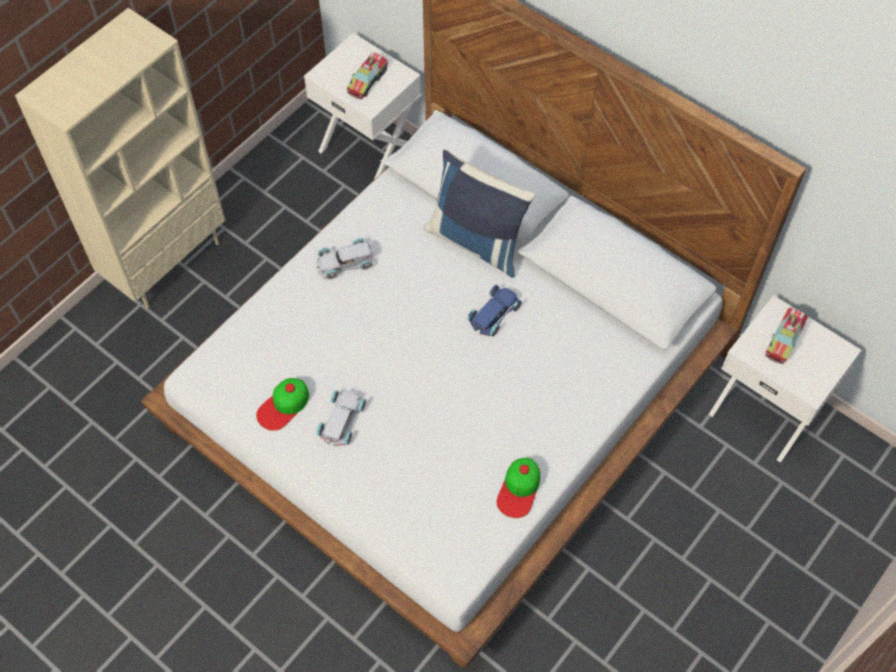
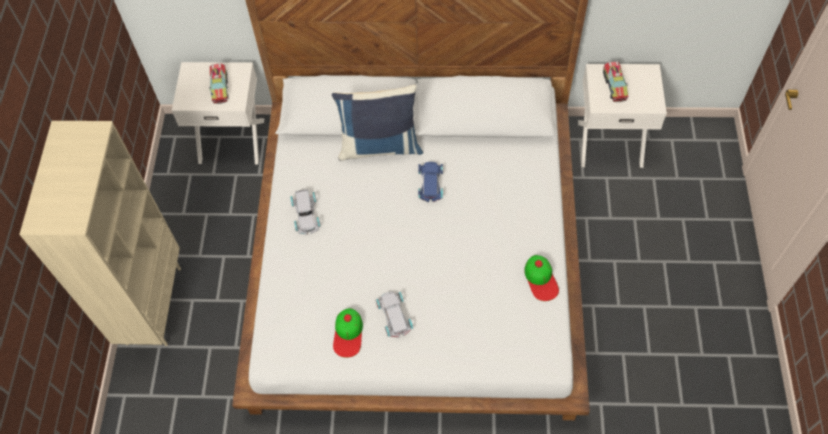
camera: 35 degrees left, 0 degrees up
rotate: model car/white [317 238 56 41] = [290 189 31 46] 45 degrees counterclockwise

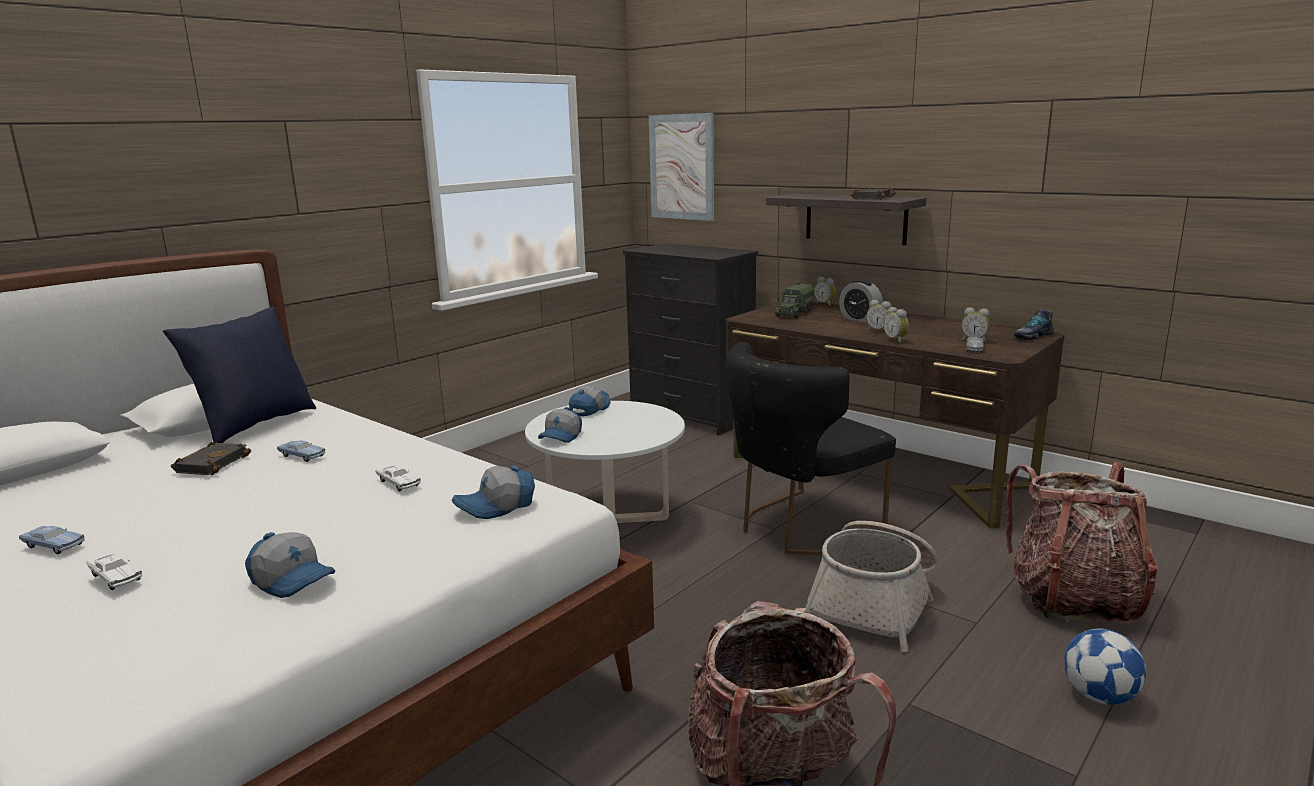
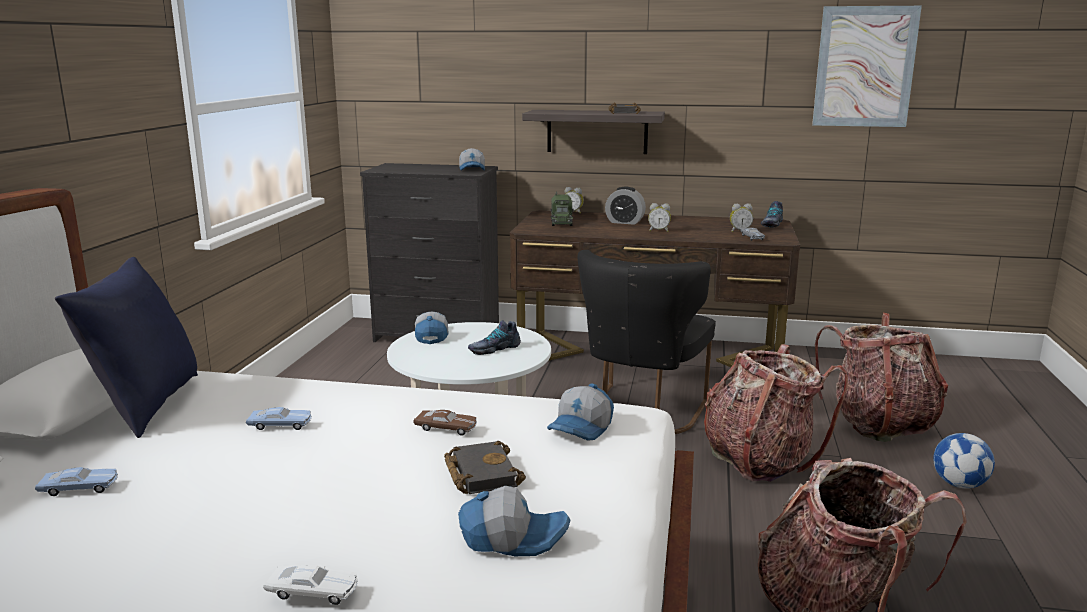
camera: 30 degrees left, 0 degrees up
delete: alarm clock [884 307 25 36]
insert: shoe [468 320 53 35]
move: model car/blue-coloured [19 526 66 28] to [35 467 83 29]; volume/black [171 442 80 33] to [444 441 82 53]; cap [538 407 44 35] to [459 148 26 23]; wall art [649 113 65 108] to [812 6 110 121]
replace: storage basket [805 521 132 131] to backpack [704 344 144 138]
recolor: model car/white [376 464 45 28] to model car/brownish [413 410 64 26]

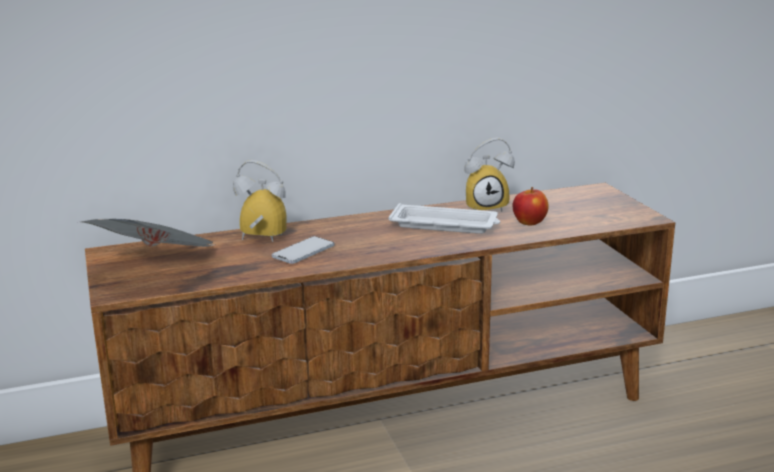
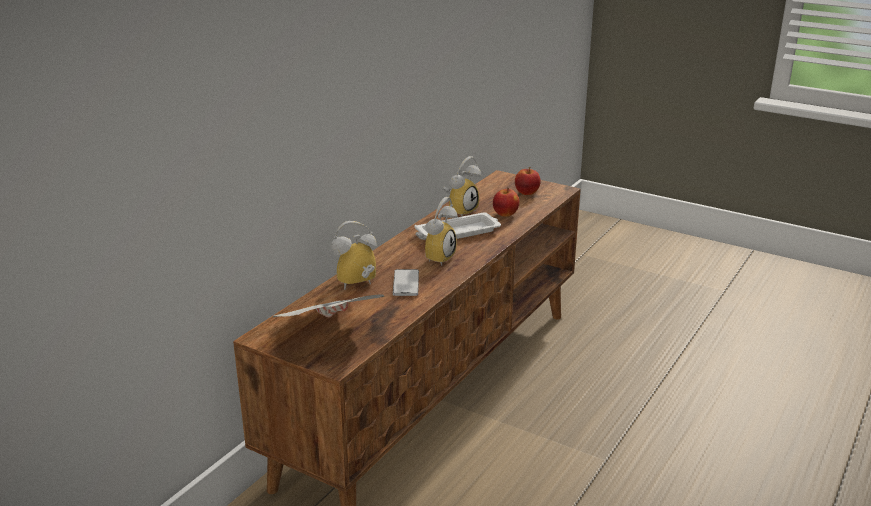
camera: 40 degrees left, 5 degrees up
insert: alarm clock [415 197 43 69]; whole apple [515 167 26 28]

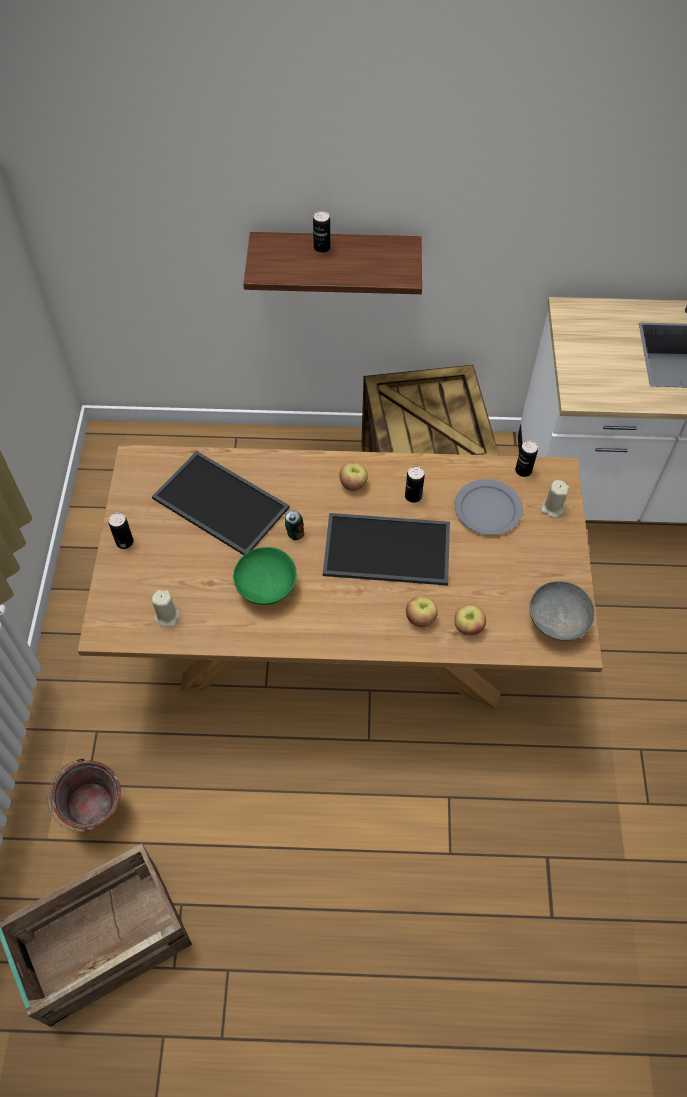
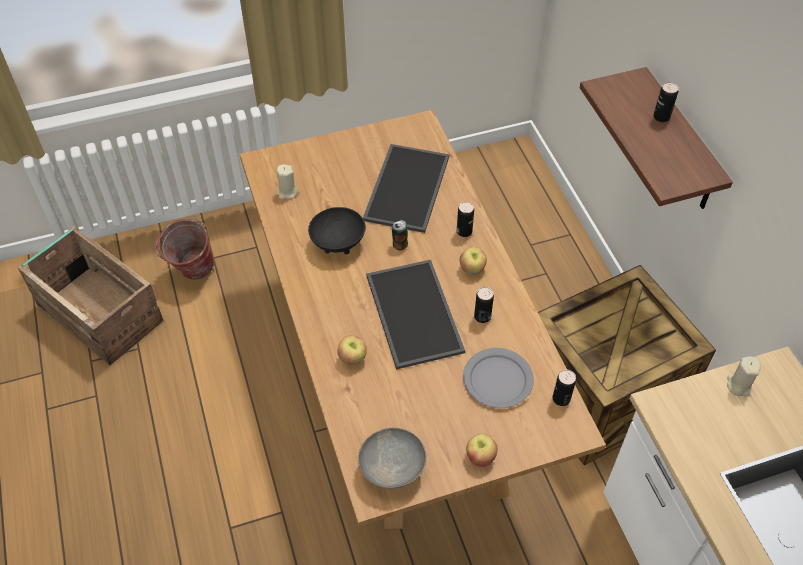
camera: 70 degrees right, 5 degrees down
move: can [108 512 25 37] to [457 202 17 35]; whole apple [454 604 32 32] to [466 433 32 34]; wax light/sand-coloured [541 480 28 38] to [727 356 34 40]
recolor: deep dish/green [233 547 63 58] to deep dish/black [308 207 58 48]

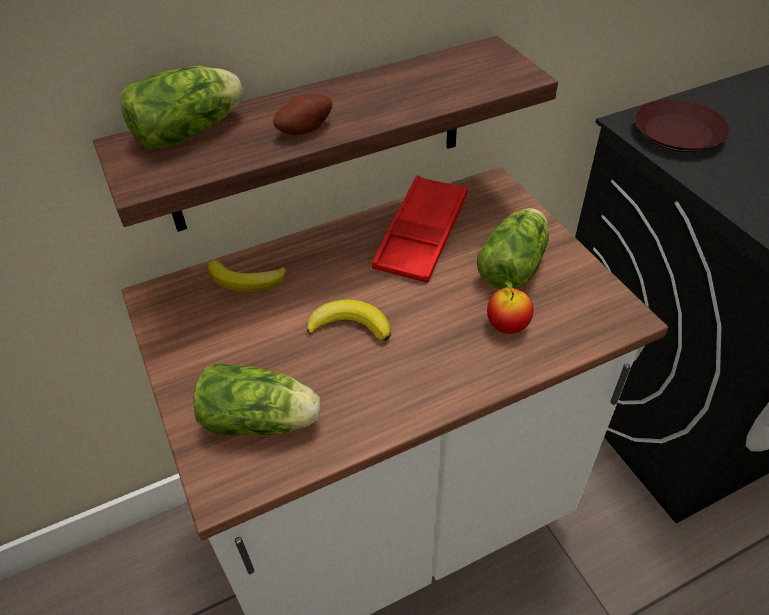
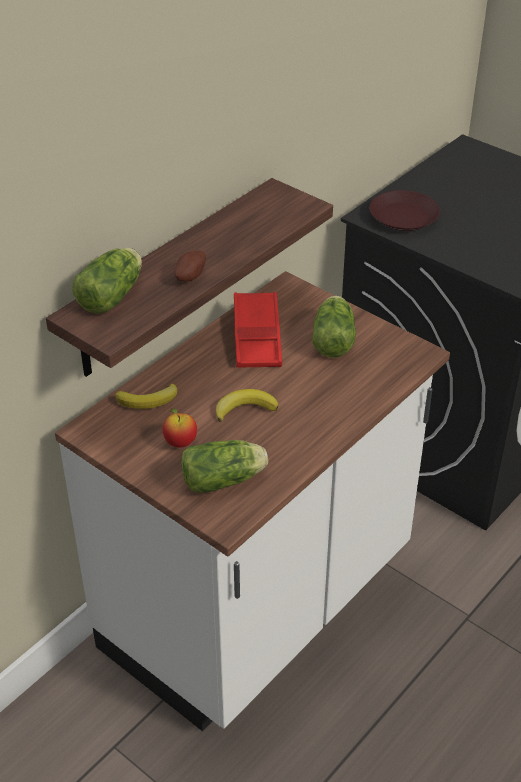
camera: 25 degrees left, 5 degrees down
move: whole apple [487 280 46 54] to [163 408 34 40]

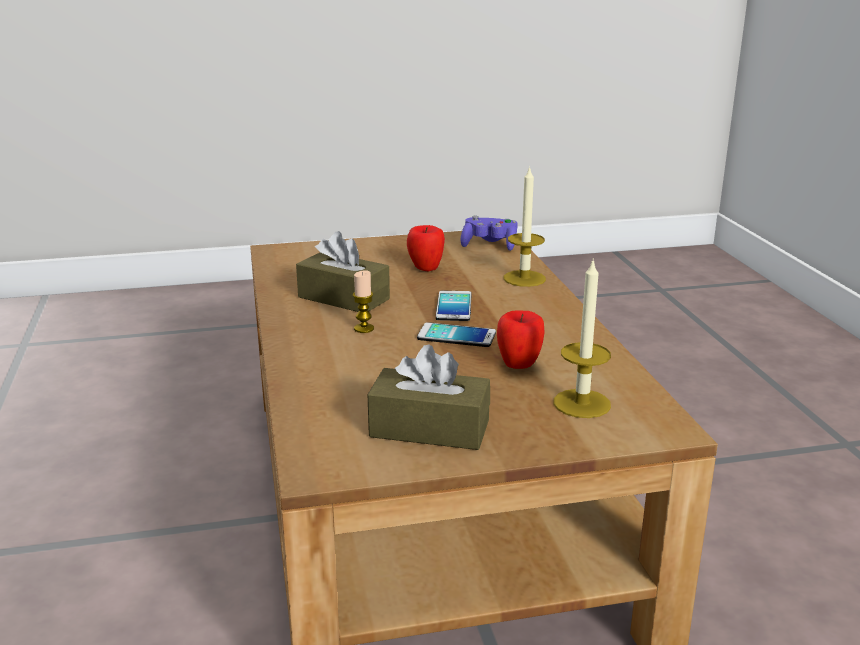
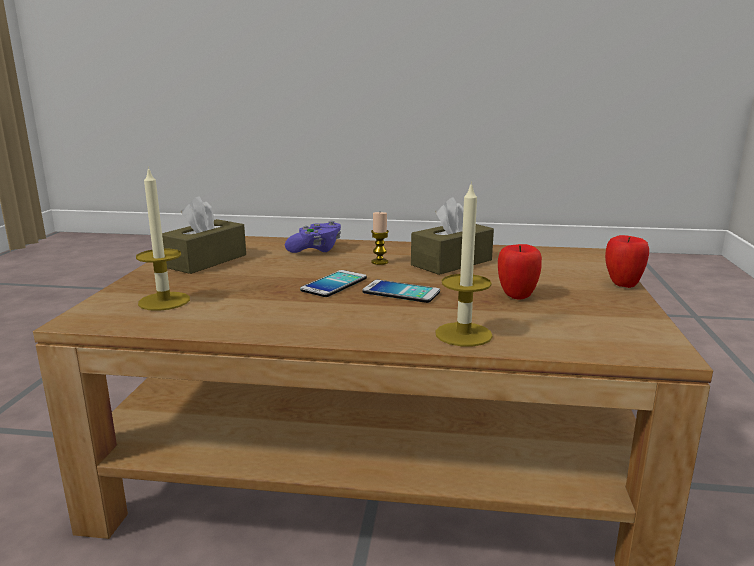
camera: 110 degrees right, 5 degrees down
move: gamepad/purple [461 216 57 35] to [285 221 56 32]; whole apple [497 310 48 59] to [605 235 44 53]

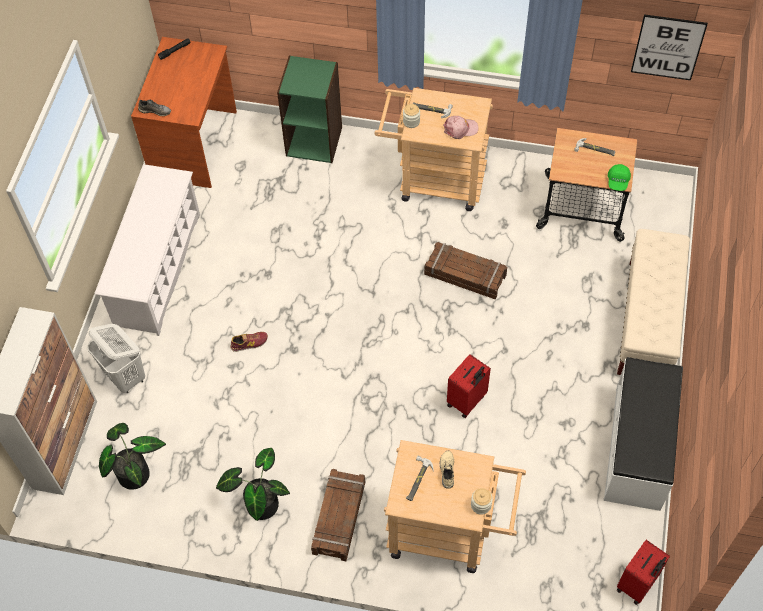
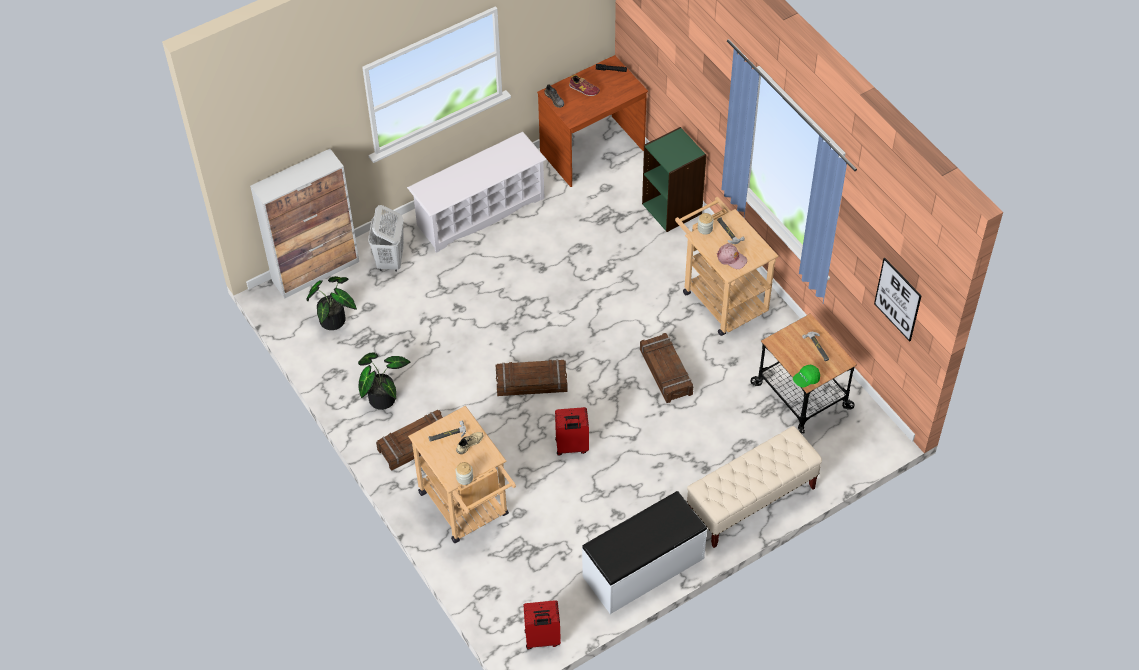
camera: 45 degrees right, 5 degrees down
insert: crate [495 359 73 37]
move: shoe [230 332 38 20] to [569 75 31 21]

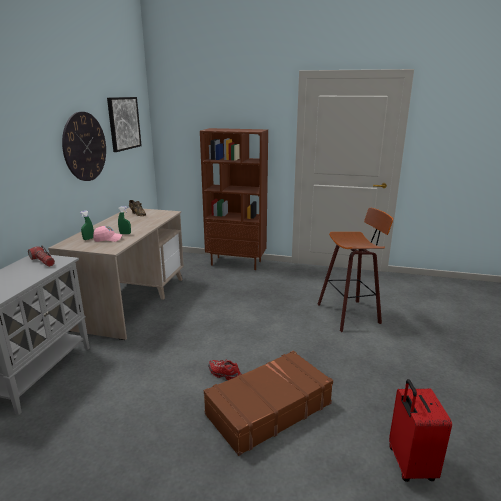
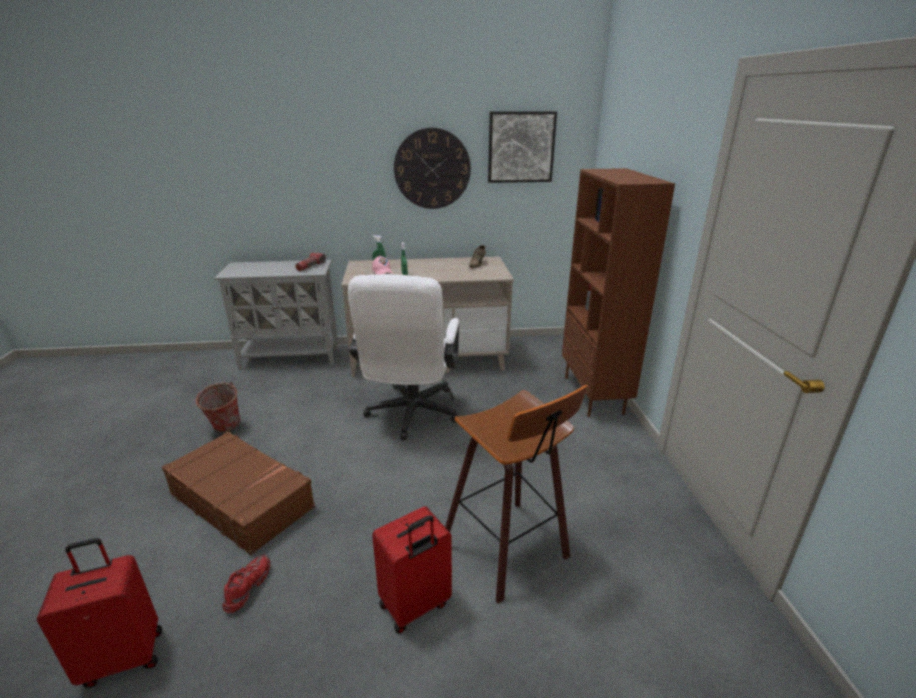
camera: 70 degrees right, 5 degrees up
insert: pail [194 382 46 50]; desk chair/white [348 274 111 166]; travel case/red-coloured [372 506 80 128]
move: shoe/red-coloured [208 360 34 20] to [222 555 48 59]

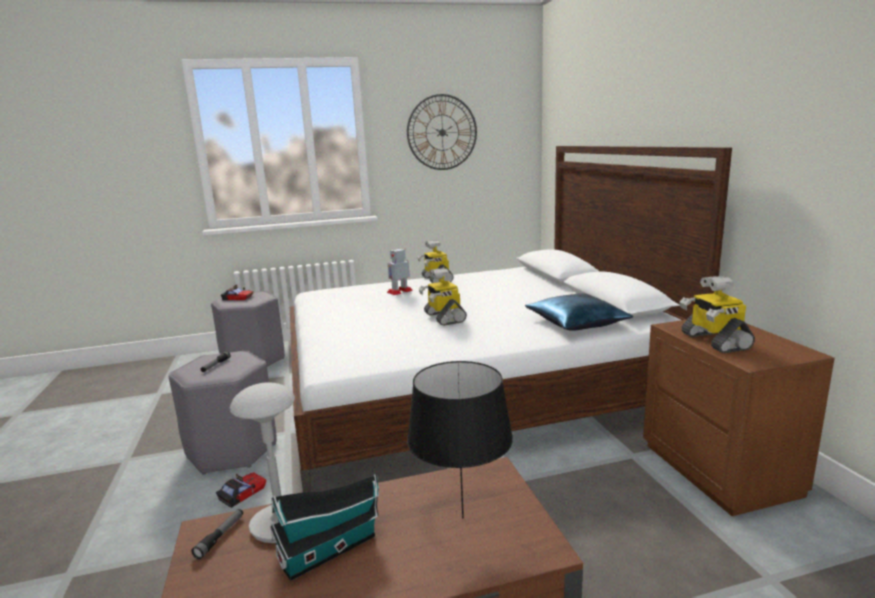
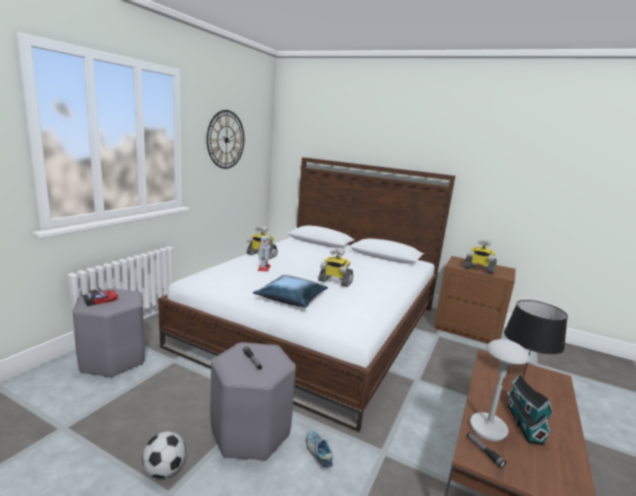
camera: 50 degrees left, 0 degrees up
insert: ball for football [142 431 44 47]
move: cushion/blue-coloured [525 293 108 38] to [253 275 75 32]
replace: model car [216 472 50 36] to shoe [306 430 27 40]

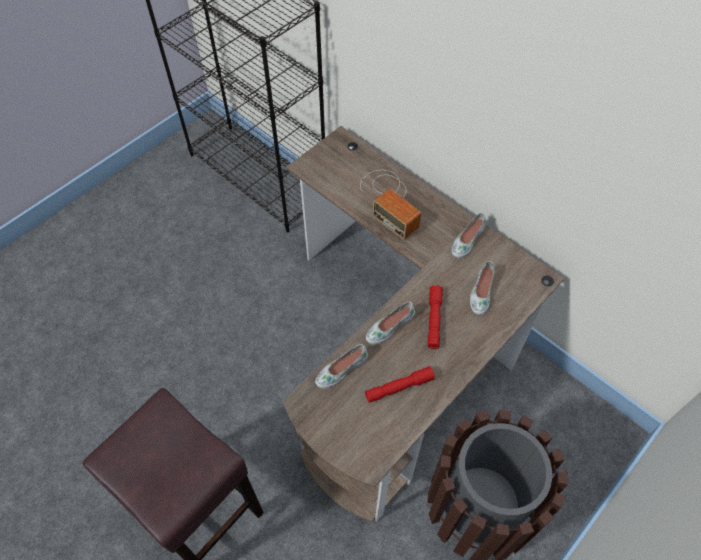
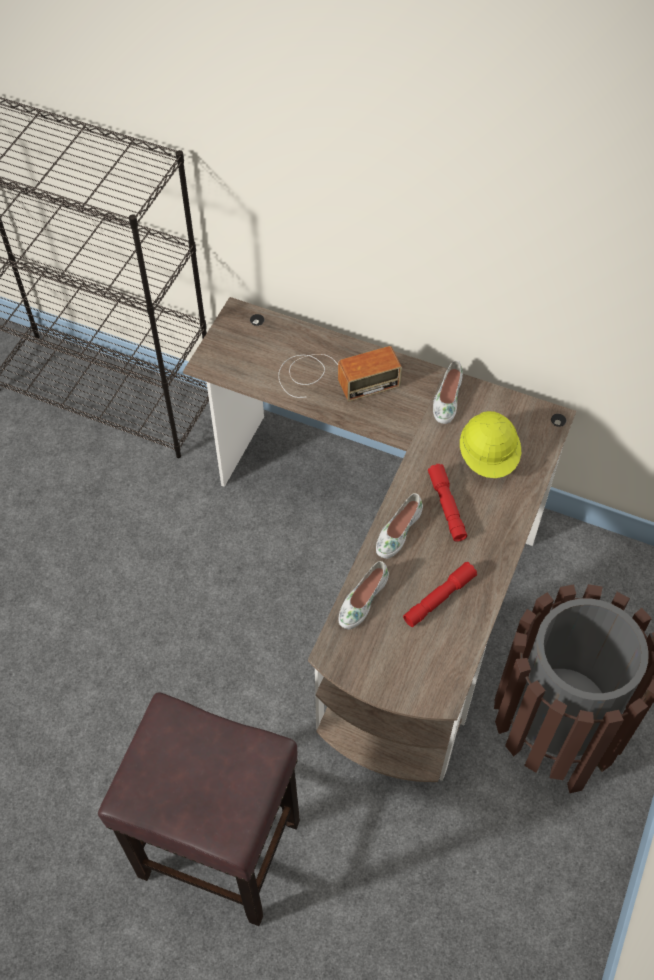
camera: 20 degrees left, 0 degrees up
replace: shoe/white [470 261 25 54] to work helmet/yellowish [460 411 61 67]
rotate: radio [360 170 61 70] = [278 346 124 56] 45 degrees counterclockwise

